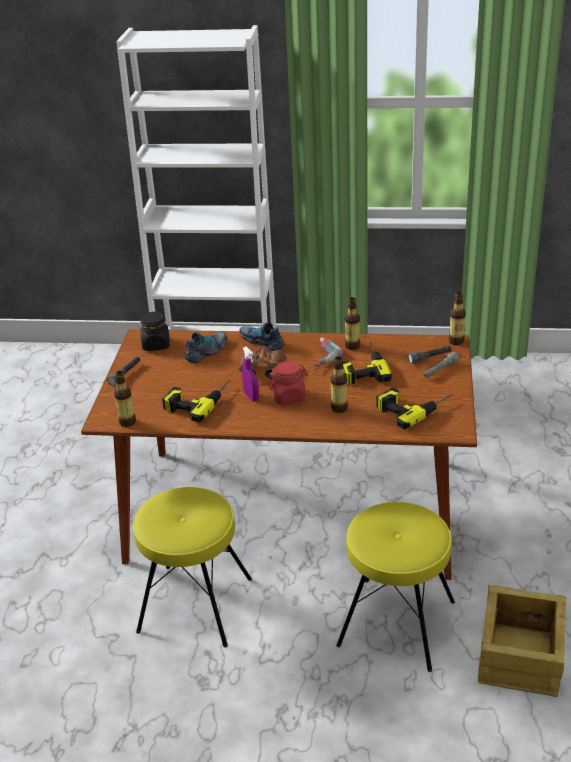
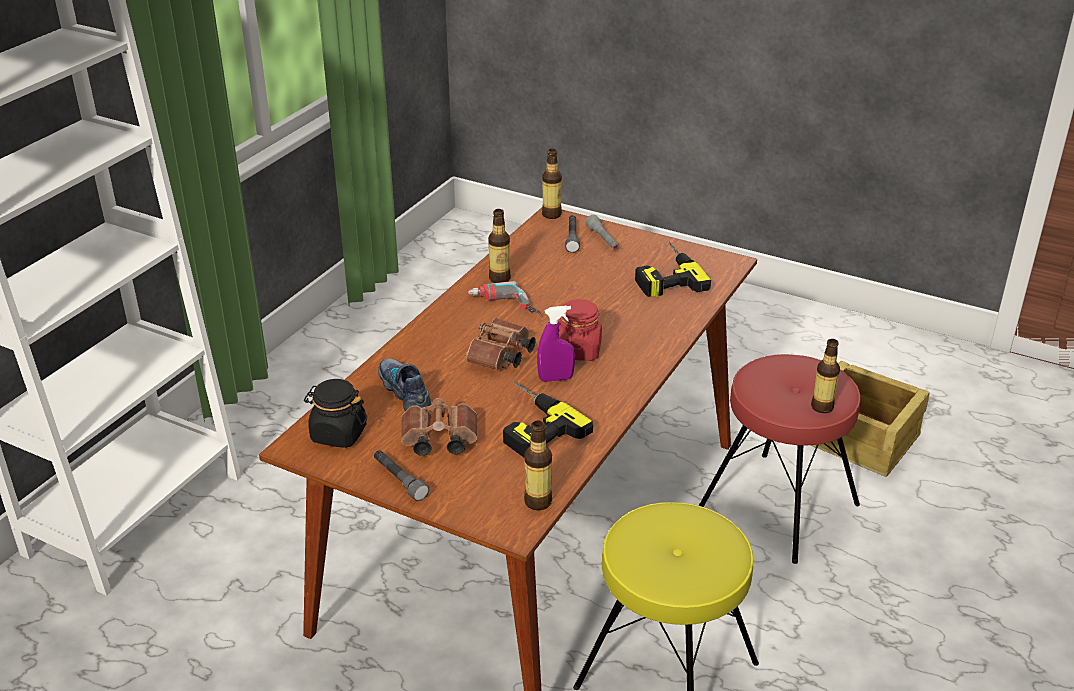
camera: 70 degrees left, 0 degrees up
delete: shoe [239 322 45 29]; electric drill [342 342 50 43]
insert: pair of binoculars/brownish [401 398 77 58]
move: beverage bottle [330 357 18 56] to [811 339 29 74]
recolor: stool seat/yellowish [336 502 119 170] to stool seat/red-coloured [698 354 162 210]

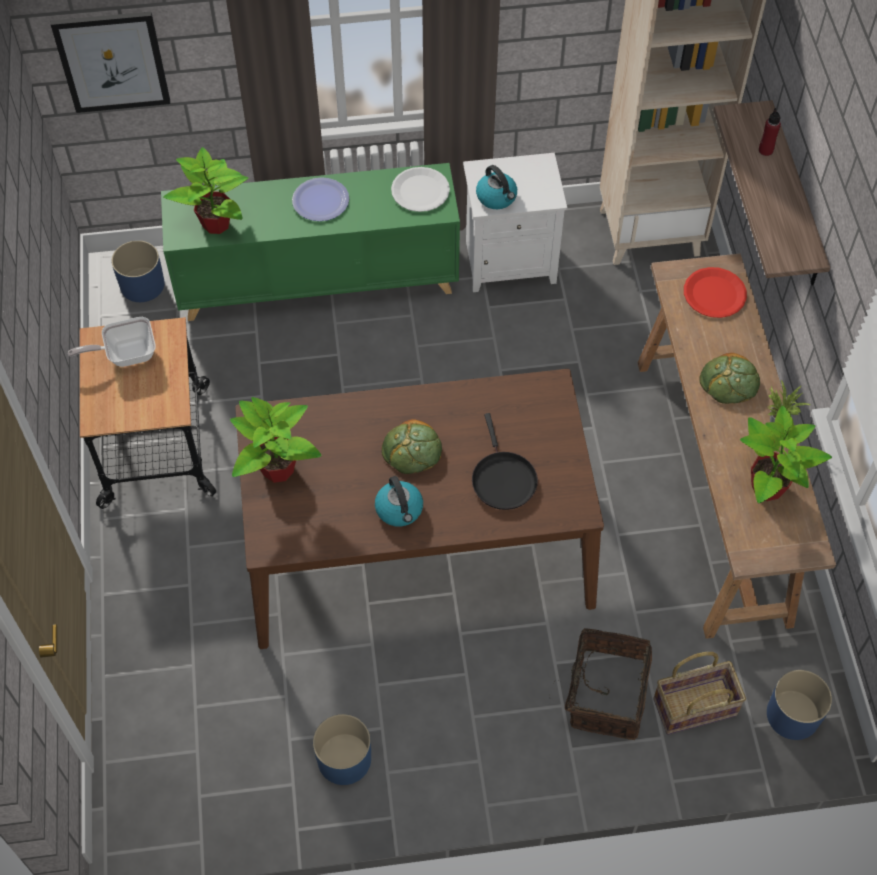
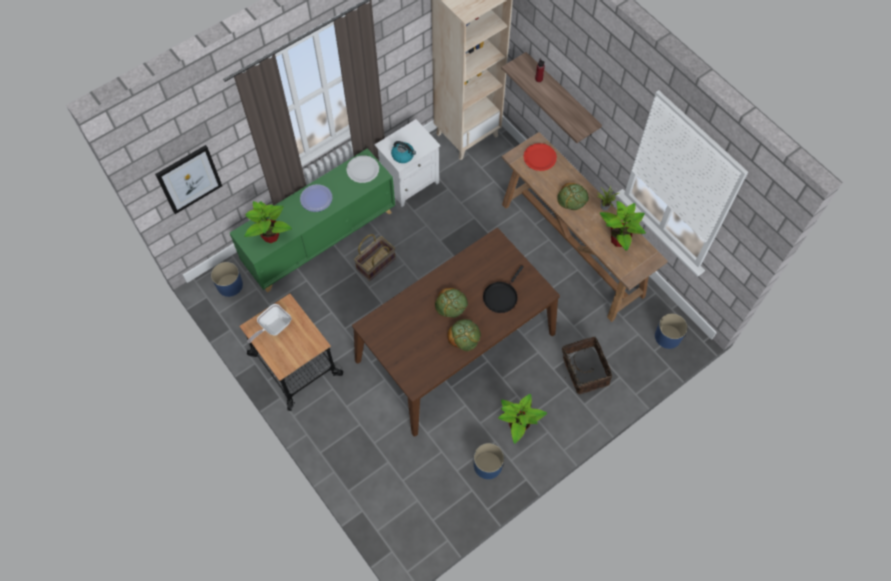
camera: 30 degrees left, 5 degrees up
move: storage basket [653 652 93 83] to [354 234 42 47]; potted plant [230 397 92 86] to [498 394 49 50]
replace: water kettle [375 476 48 51] to baked bread [448 319 33 32]
rotate: frying pan/black [472 413 66 97] = [483 265 41 48] 75 degrees clockwise

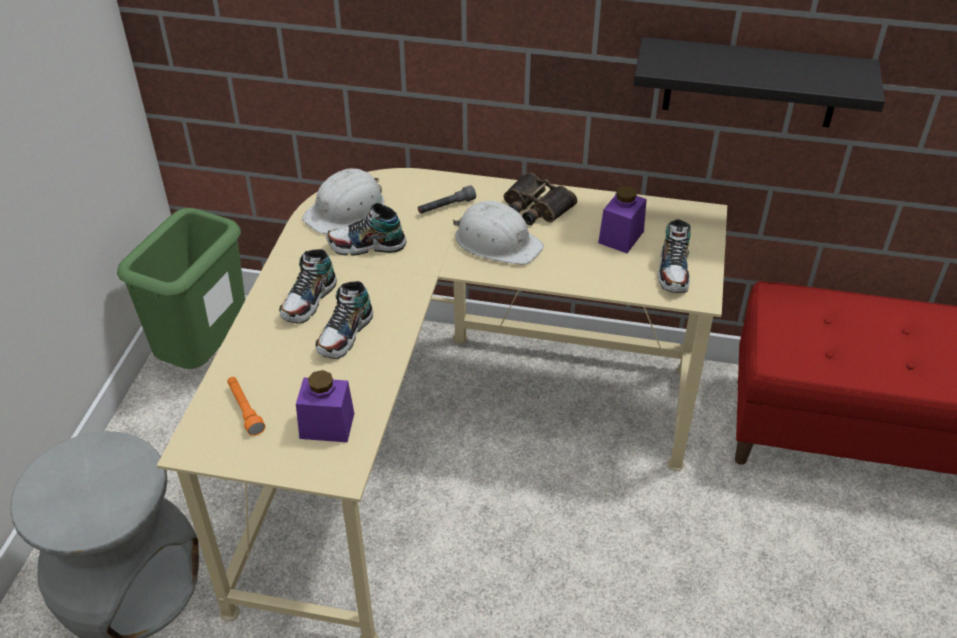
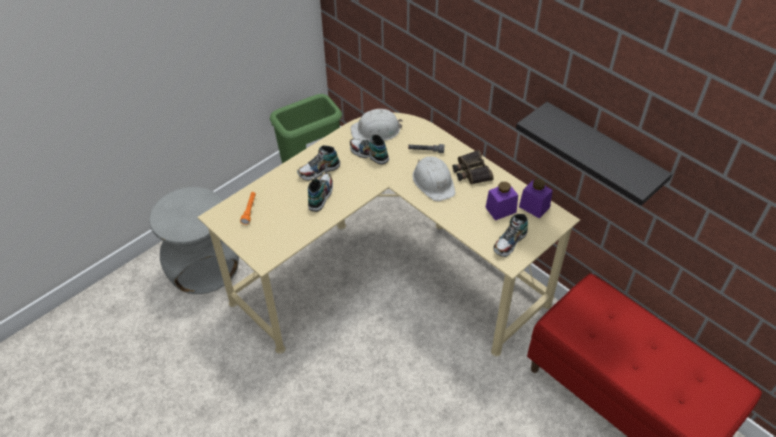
camera: 35 degrees right, 5 degrees up
move: storage jar/purple [296 370 58 72] to [519 179 34 40]
rotate: shoe [315 281 58 78] = [308 173 25 39] 135 degrees clockwise

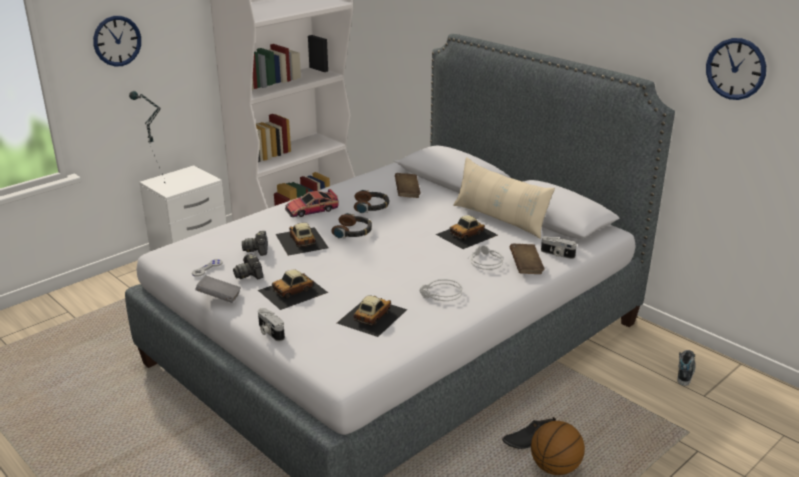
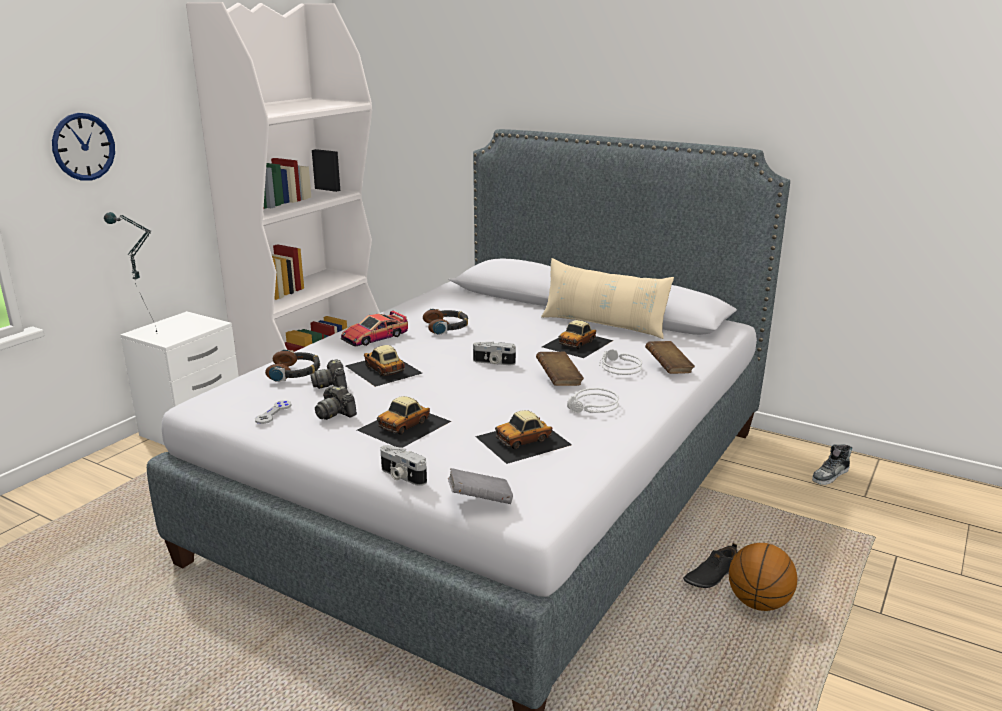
camera: 15 degrees left, 5 degrees down
delete: wall clock [706 38 60 62]
move: pair of headphones [331 213 41 26] to [265 349 55 33]; volume/grey [195 275 46 28] to [448 468 65 36]; still camera [541 236 36 23] to [473 342 43 23]; volume/brownish [395 173 26 25] to [536 352 48 34]
rotate: model car [337 295 70 42] = [475 410 97 54] 135 degrees counterclockwise; shoe [677 350 19 36] = [812 444 40 41] 135 degrees counterclockwise

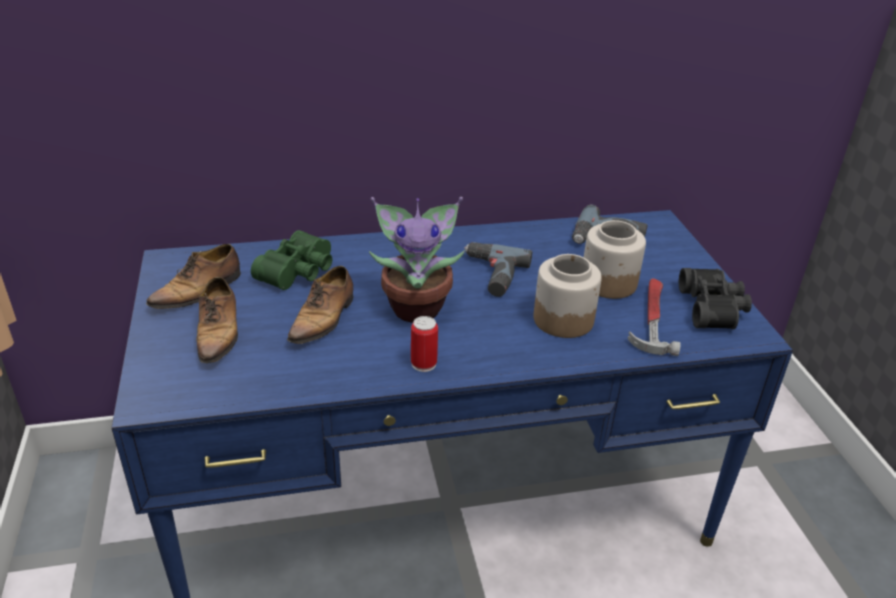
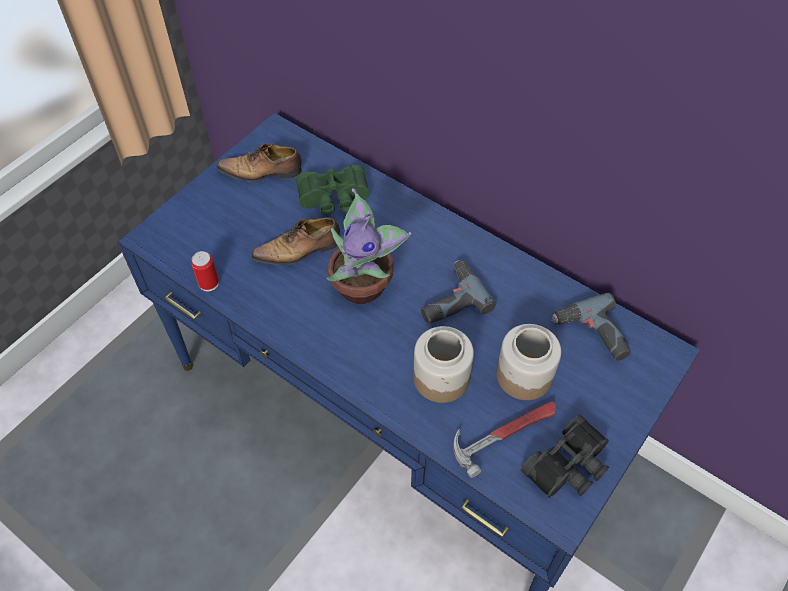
camera: 50 degrees right, 20 degrees up
delete: shoe [196 277 42 91]
move: can [411 316 27 56] to [191 251 28 40]

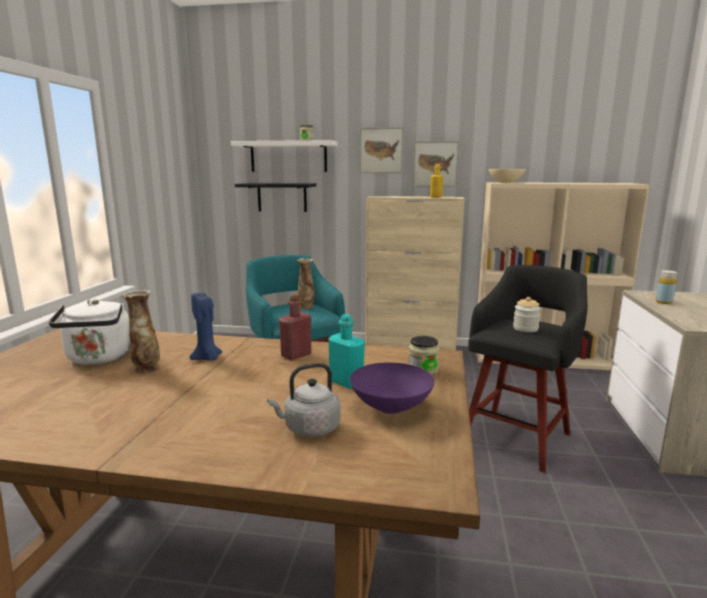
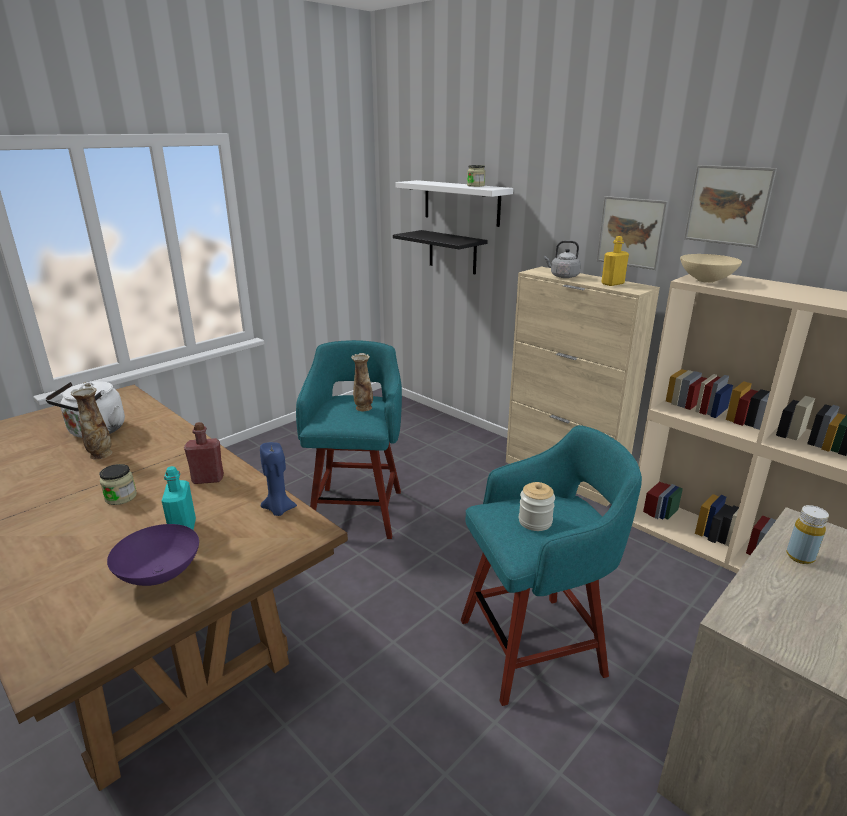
camera: 35 degrees right, 10 degrees up
move: storage jar [409 336 30 39] to [99 464 38 41]; wax light/blue-coloured [190 293 32 68] to [260 442 37 74]; water kettle/grey [267 363 74 74] to [544 240 37 38]; wall art [360 127 44 46] to [684 165 93 83]
recolor: stool seat/black [468 265 120 208] to stool seat/turquoise [461 425 181 281]

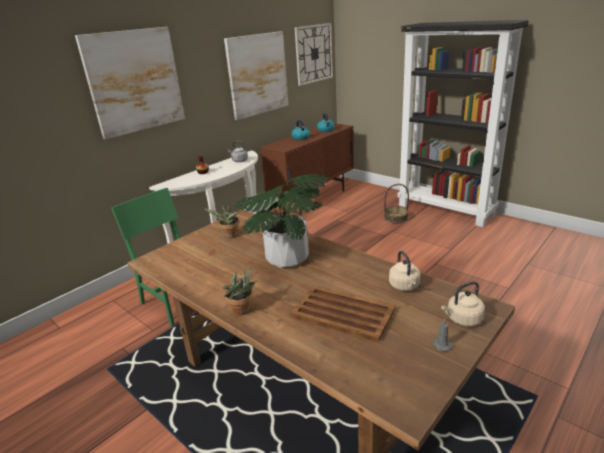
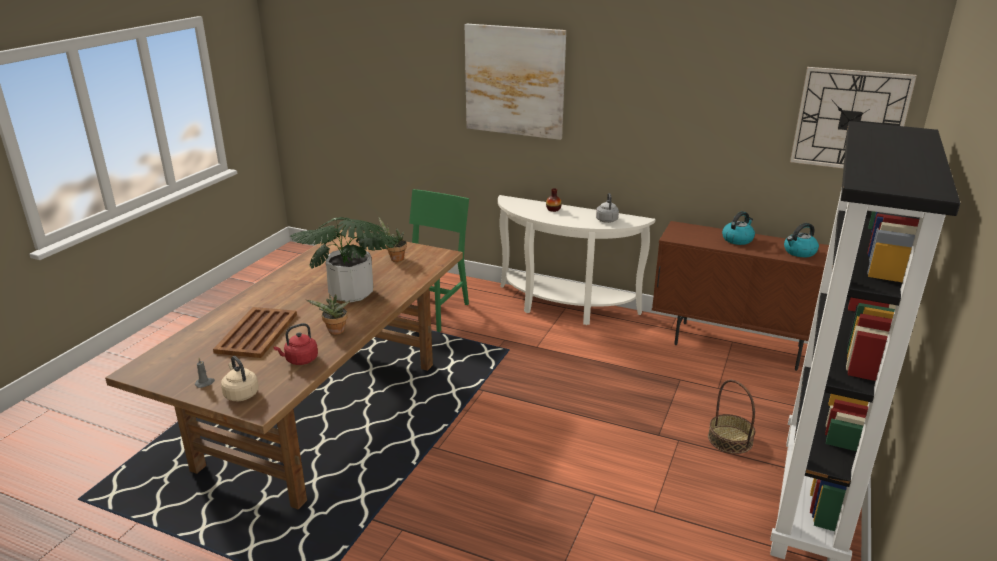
camera: 70 degrees right, 0 degrees up
delete: wall art [224 31 64 89]
move: potted plant [223 268 34 47] to [306 294 44 41]
recolor: water kettle/sand-coloured [389 251 31 40] to water kettle/red-coloured [274 323 44 42]

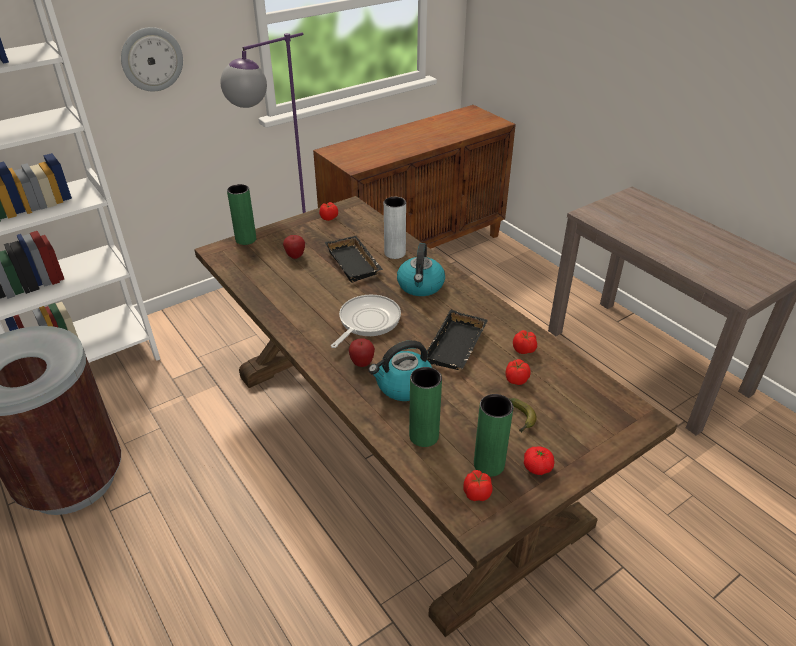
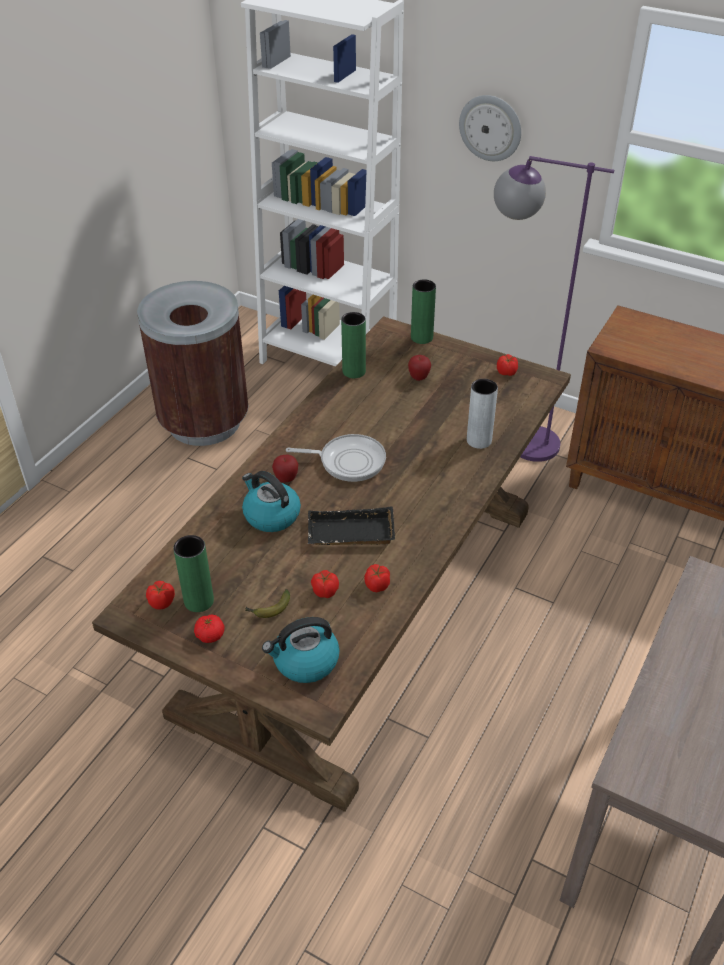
camera: 65 degrees right, 5 degrees up
delete: carrying tray/black [325 236 58 47]
move: water kettle [397 243 48 53] to [262 617 78 66]; decorative vase/green [409 367 33 80] to [341 312 25 66]

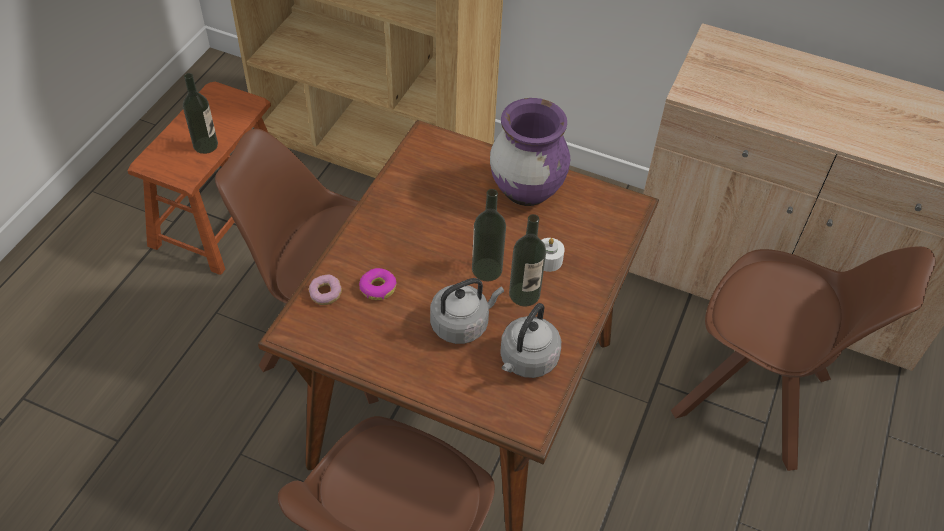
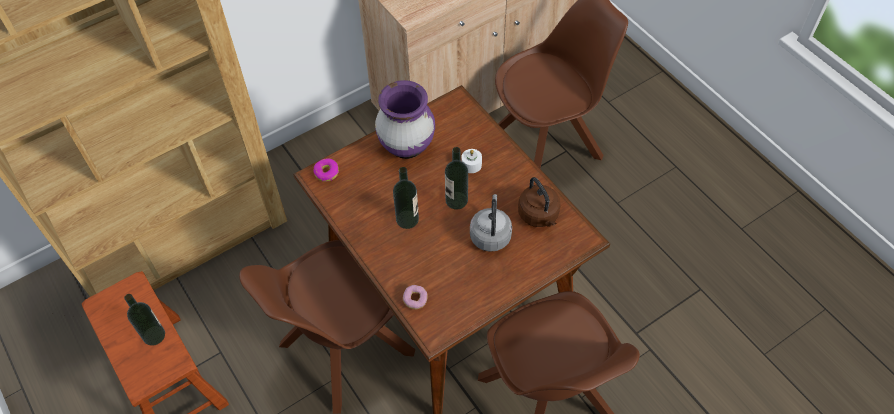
camera: 55 degrees left, 5 degrees up
move: ring doughnut [359 268 38 32] to [314 158 25 24]; beverage bottle [509 214 37 92] to [393 167 26 62]
recolor: water kettle/grey [500 303 61 75] to water kettle/brownish [518 177 43 50]

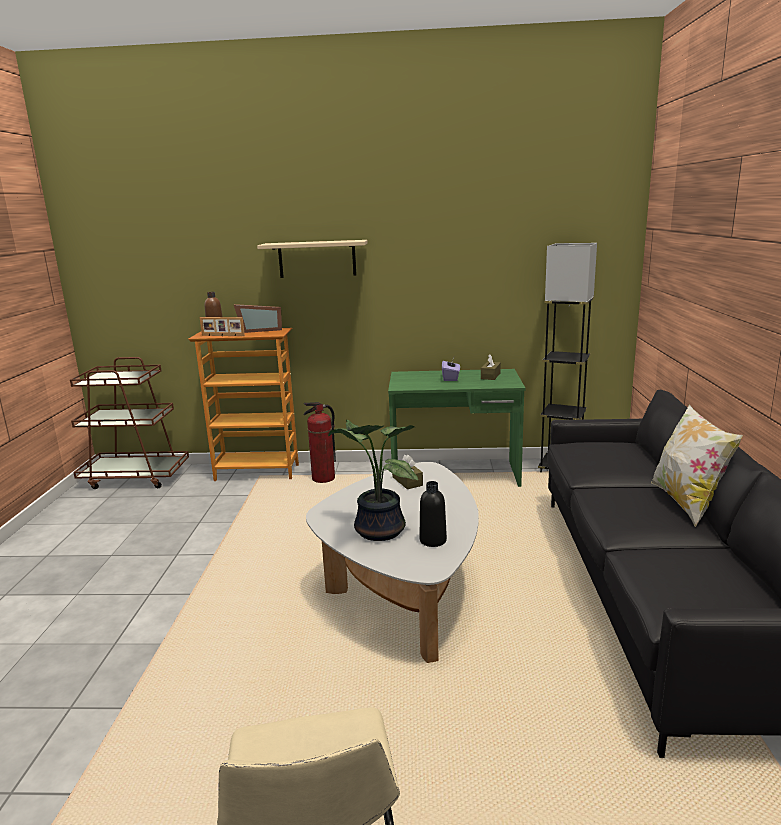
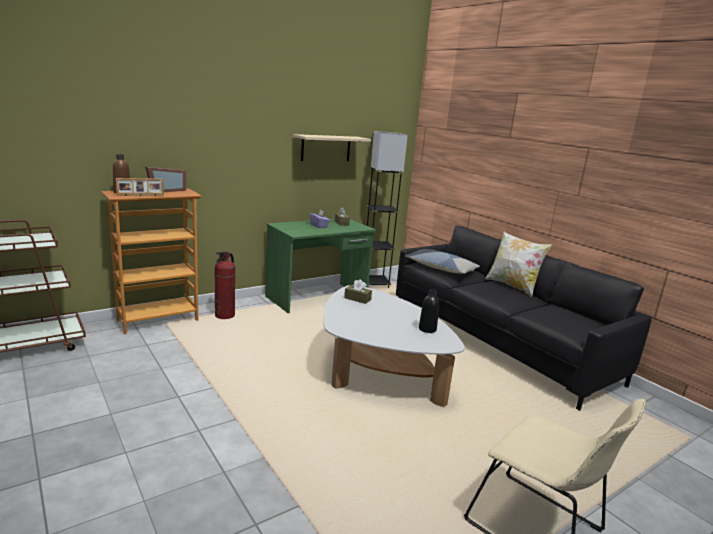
camera: 40 degrees left, 0 degrees up
delete: potted plant [328 420 90 121]
insert: cushion [405 249 75 25]
move: wall shelf/sand-coloured [257 240 111 38] to [293 134 78 27]

